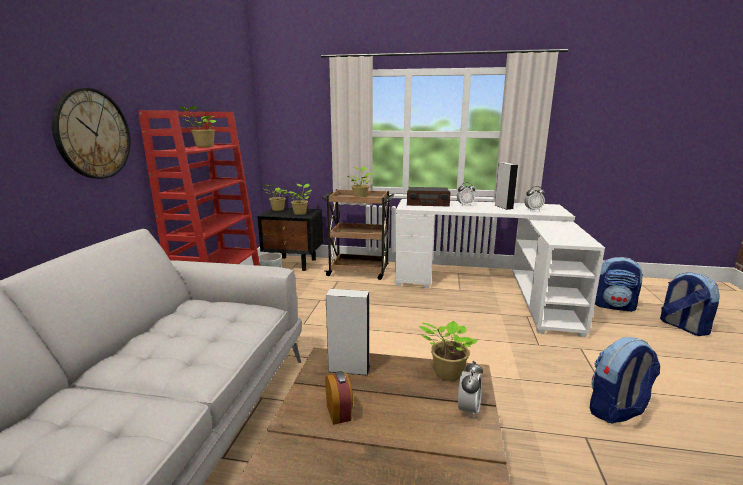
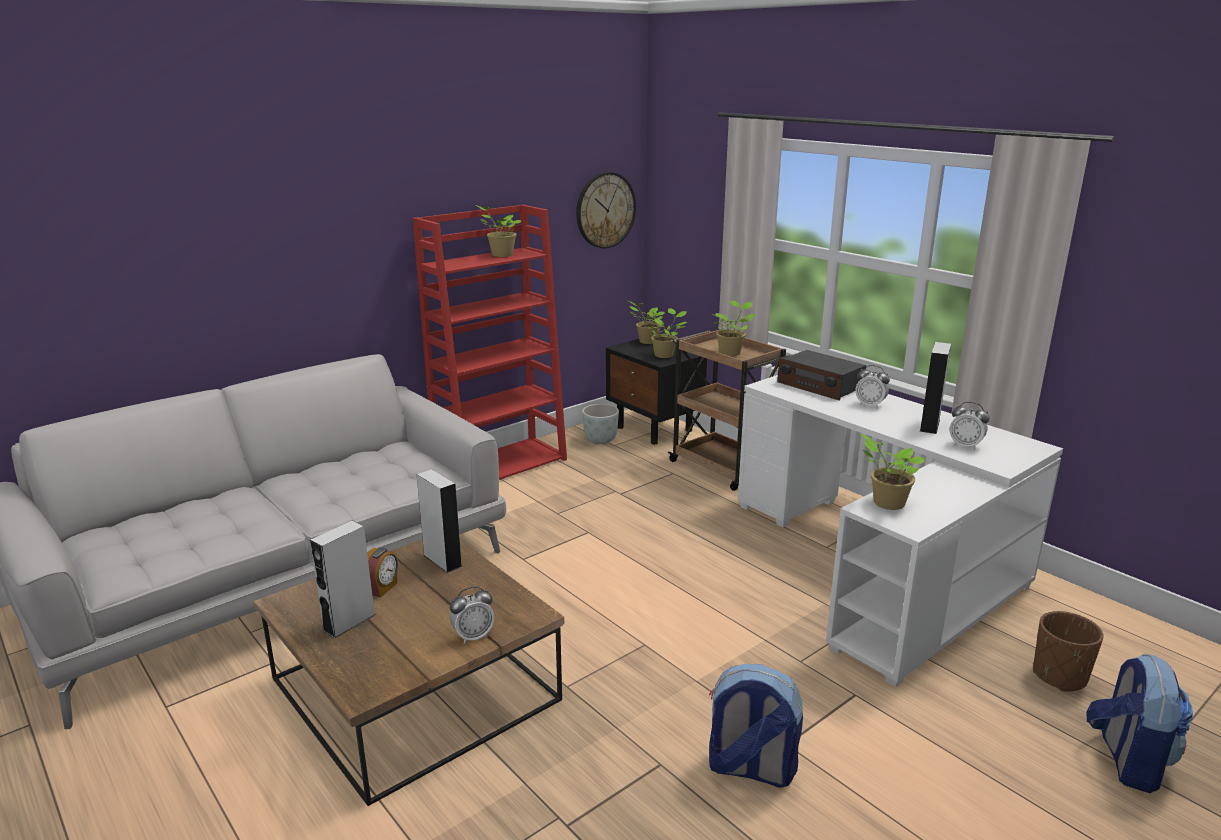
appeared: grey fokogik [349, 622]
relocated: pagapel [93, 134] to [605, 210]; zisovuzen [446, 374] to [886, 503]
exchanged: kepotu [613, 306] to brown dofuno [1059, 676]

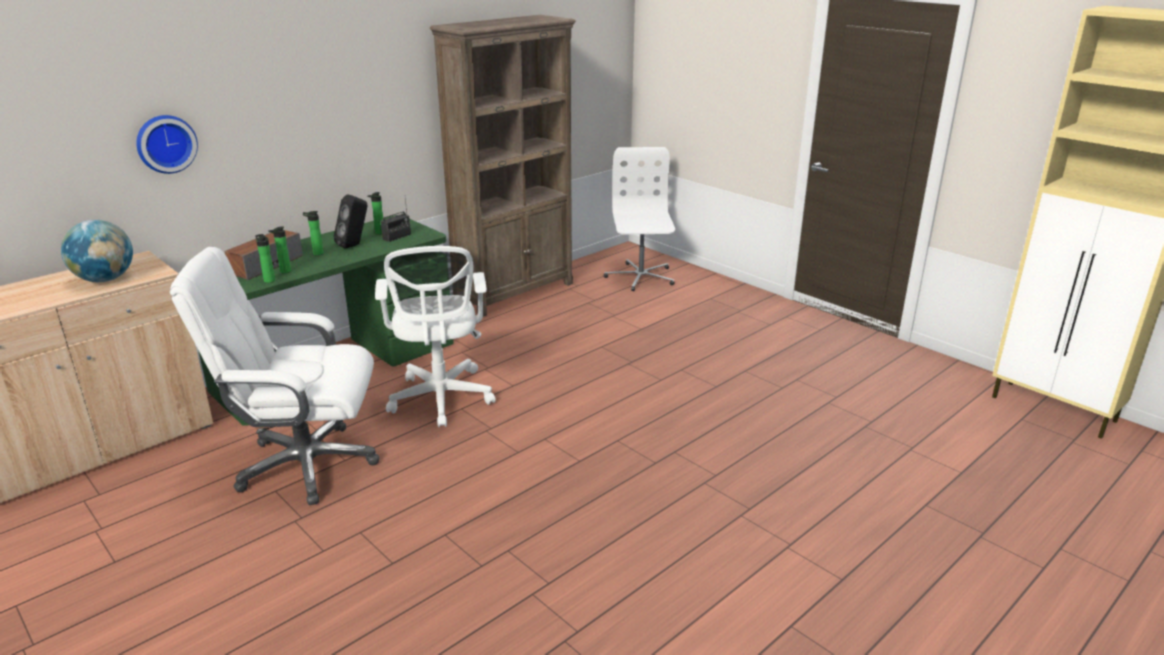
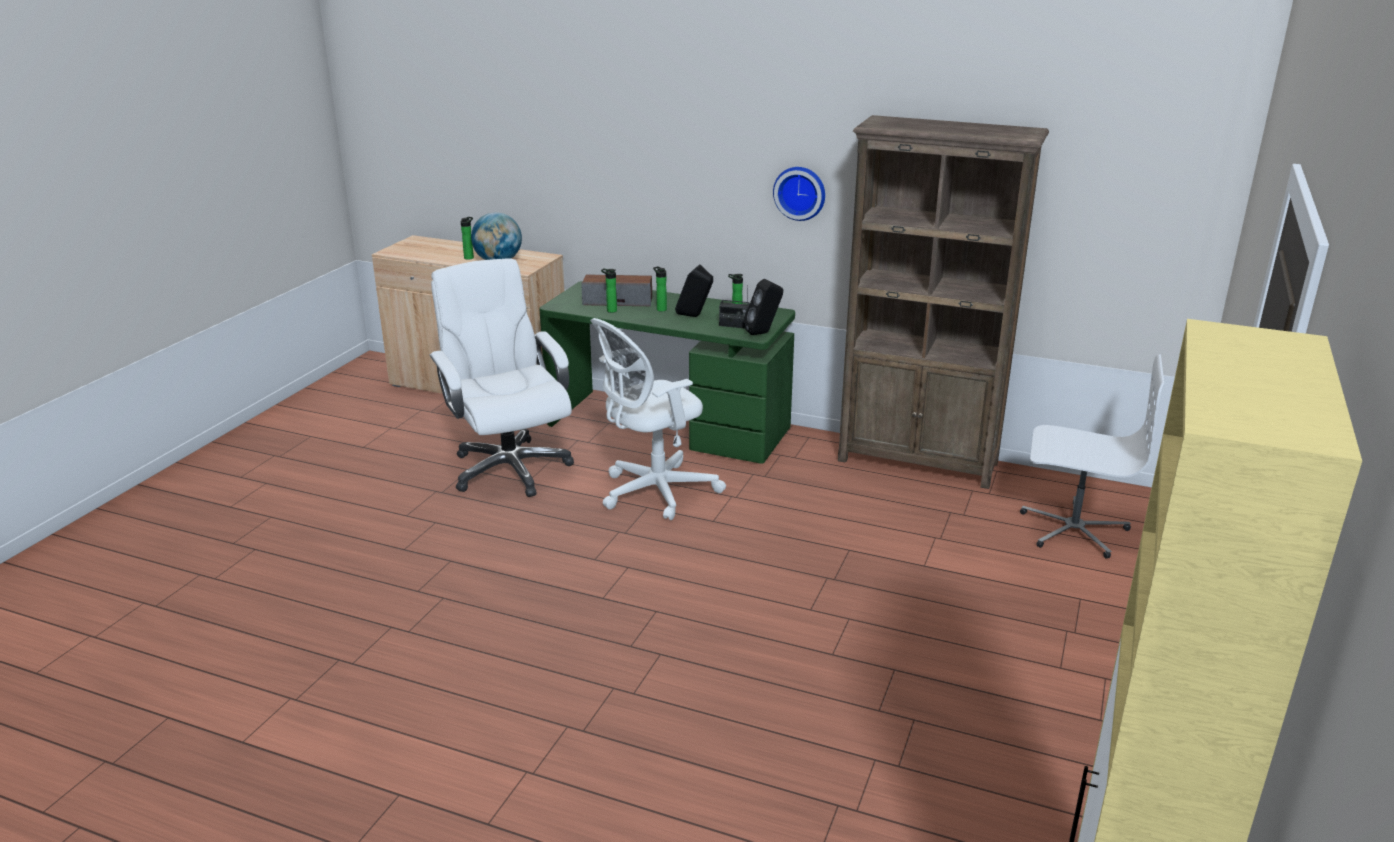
appeared: black fokogik [763, 333]
relocated: pagapel [165, 143] to [800, 192]; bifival [269, 280] to [470, 257]
spun: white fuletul [640, 277] = [1073, 529] 45 degrees clockwise

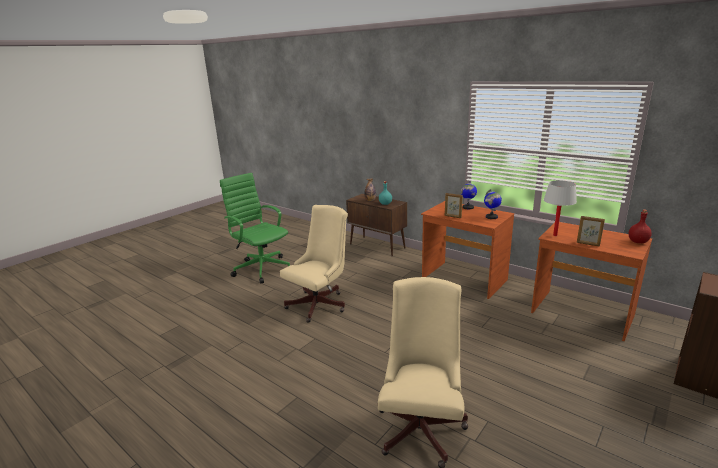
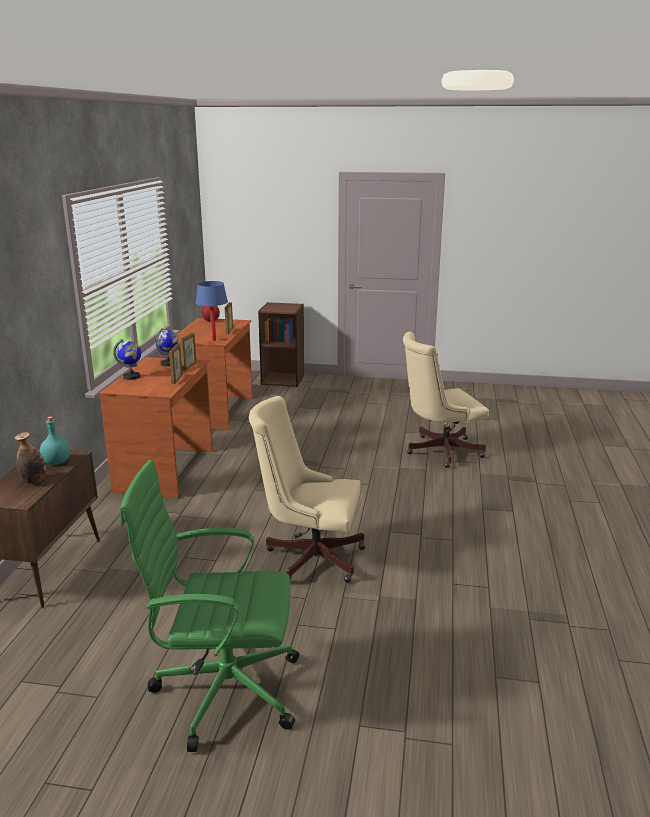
appeared: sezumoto [189, 367]
colour: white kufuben [555, 235] to blue kufuben [214, 340]
spun: green fuletul [262, 268] = [223, 690] 75 degrees clockwise

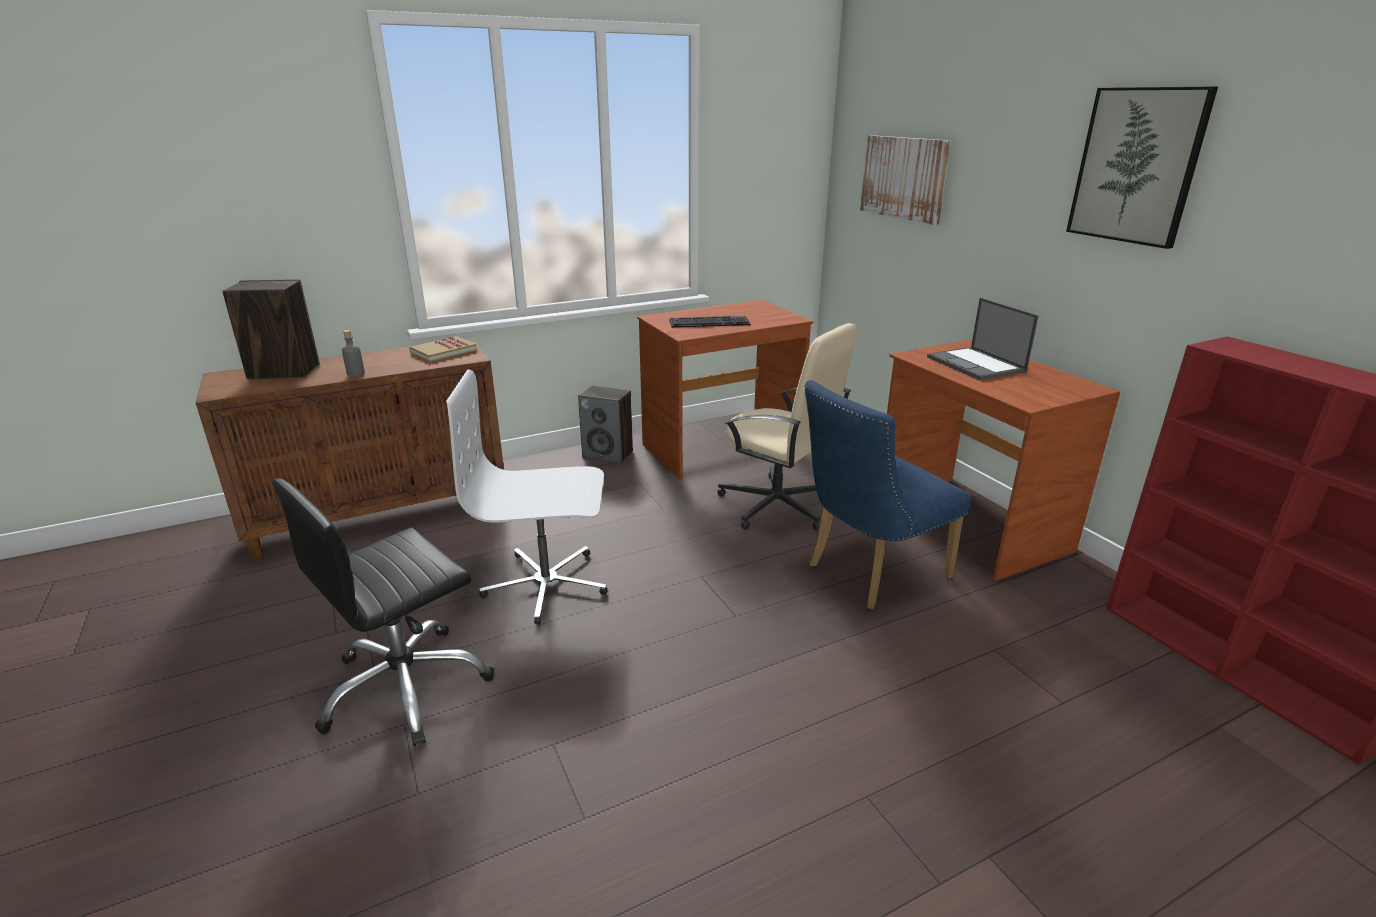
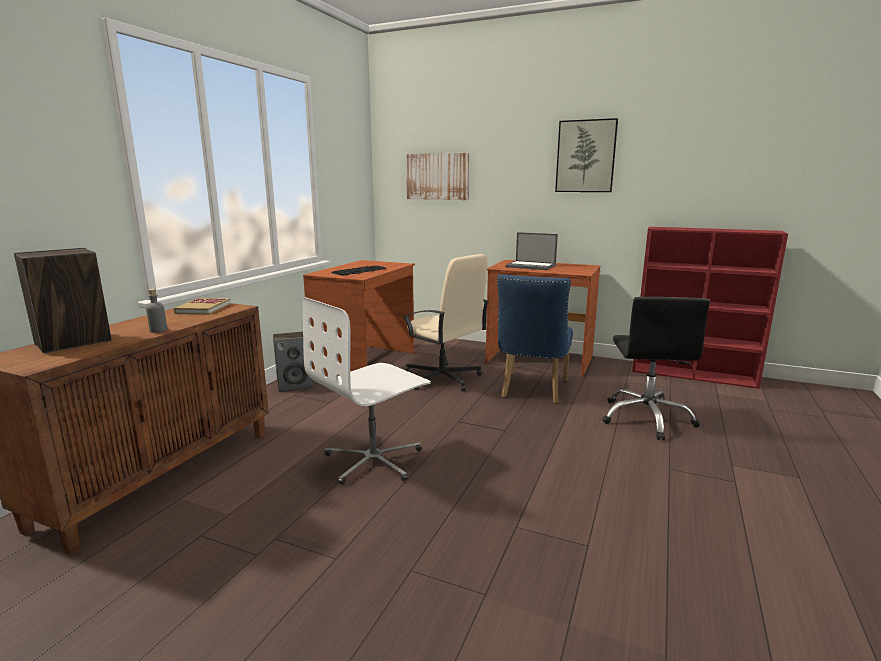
relocated: black fuletul [406, 687] to [646, 418]
spun: beige fuletul [777, 505] = [443, 378] 45 degrees clockwise

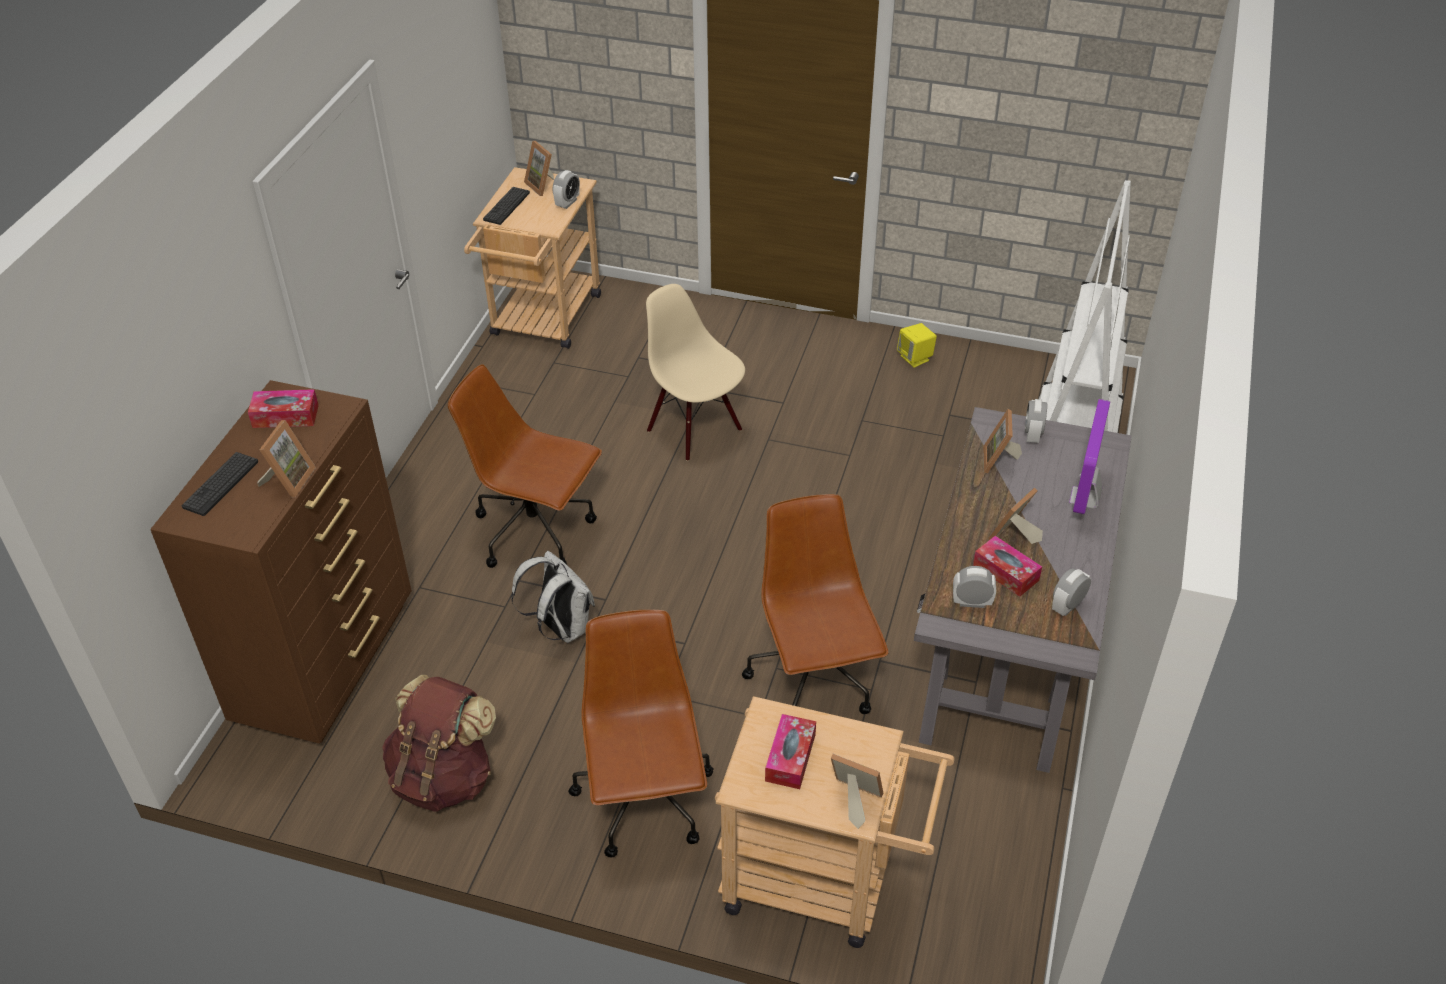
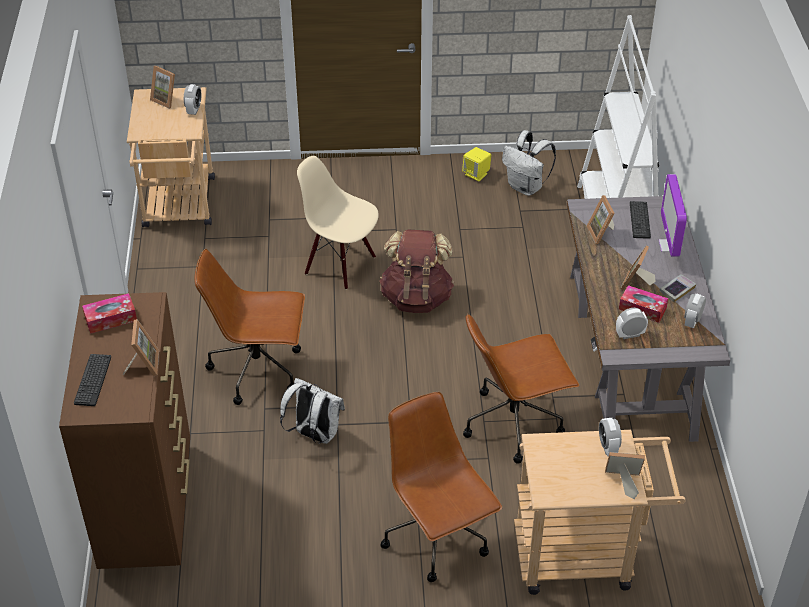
missing: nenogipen [790, 758]
appeared: white kepotu [526, 187]; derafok [677, 290]
relocated: brown kepotu [444, 776] to [417, 297]; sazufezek [506, 206] to [640, 220]; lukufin [1032, 435] to [608, 447]
spun: brown fuletul [814, 680] = [514, 422] 75 degrees counterclockwise

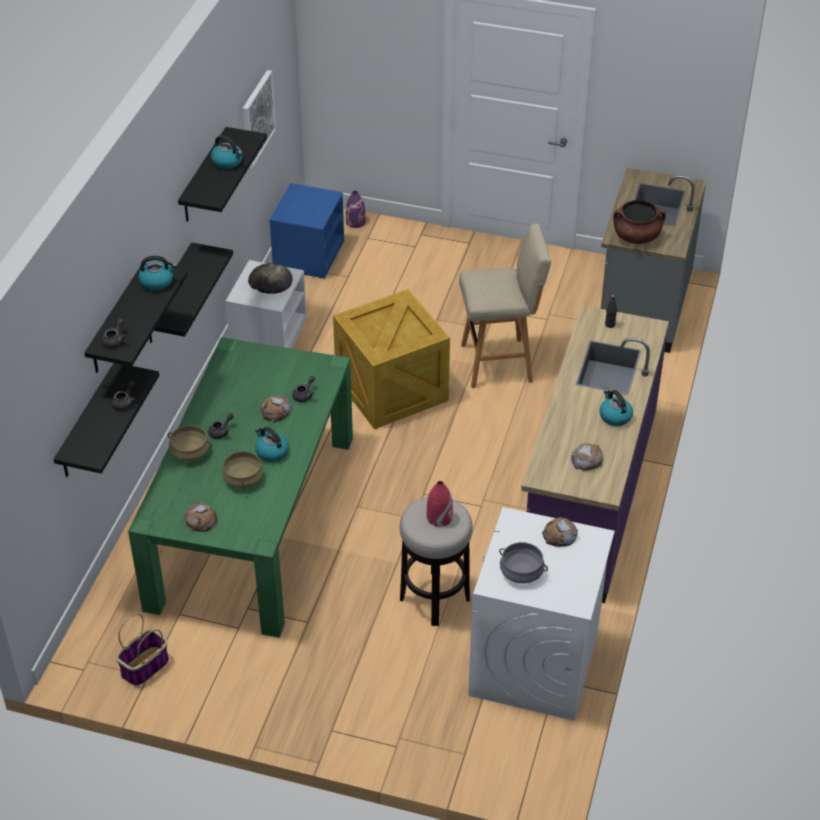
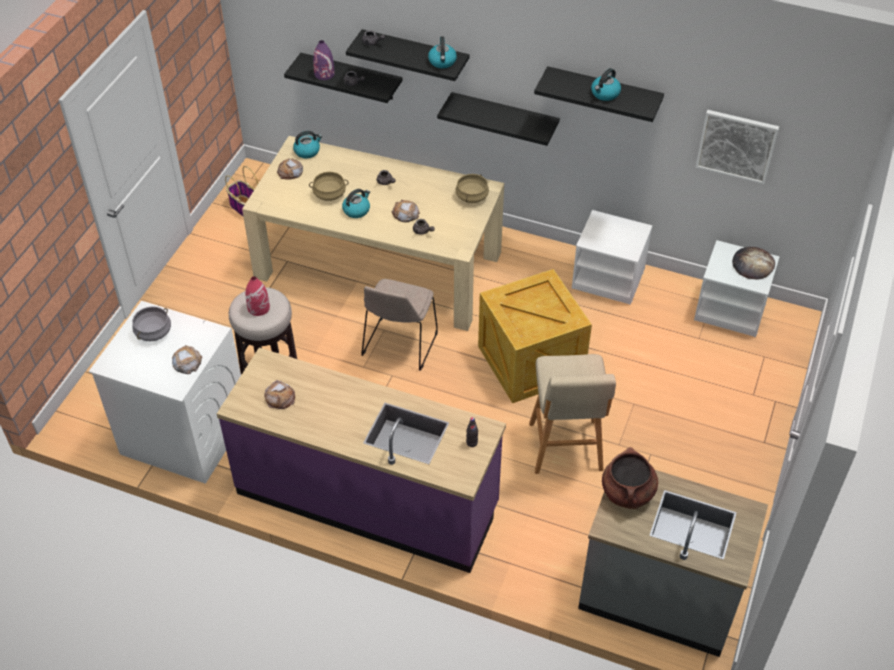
appeared: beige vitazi [399, 345]
relocated: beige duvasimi [190, 452] to [472, 196]; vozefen [270, 281] to [752, 265]; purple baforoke [355, 222] to [324, 74]; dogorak [614, 416] to [307, 151]
colour: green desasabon [253, 520] to beige desasabon [378, 265]; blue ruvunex [308, 255] to white ruvunex [731, 309]

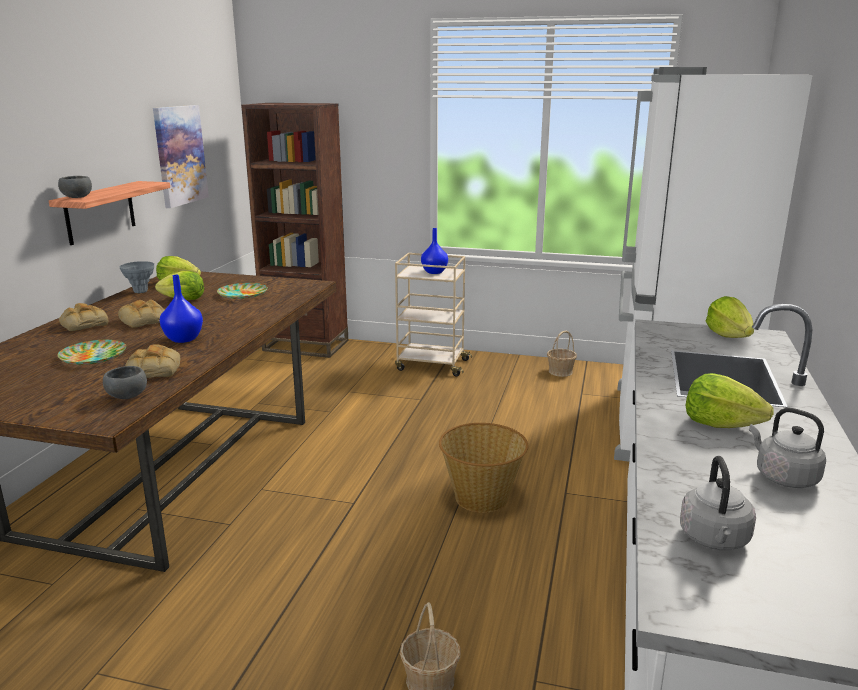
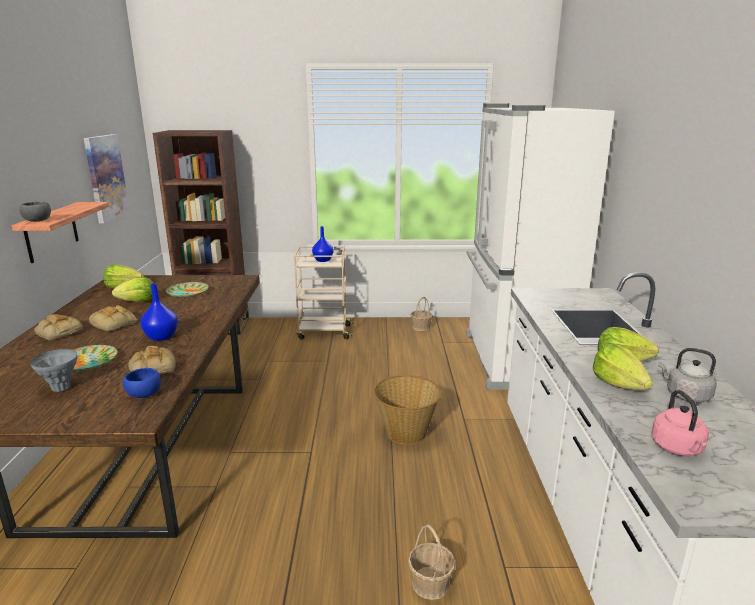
relocated: grey baforoke [140, 291] to [61, 388]; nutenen [729, 336] to [618, 384]
colour: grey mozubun [127, 397] to blue mozubun [144, 395]; grey dogorak [714, 540] to pink dogorak [678, 449]

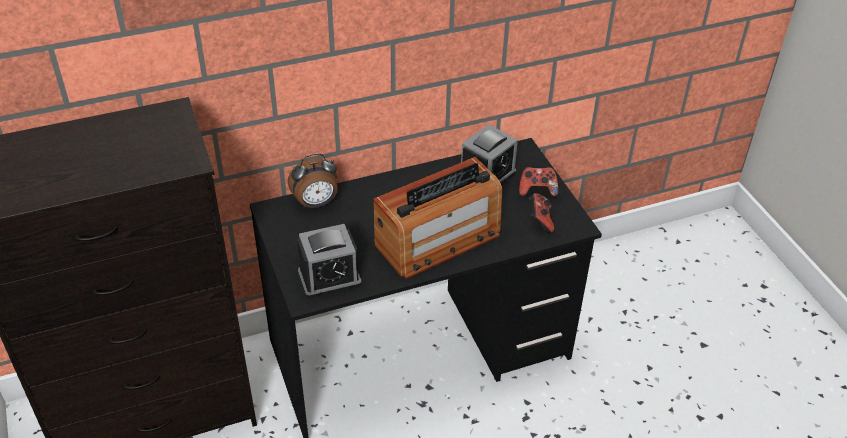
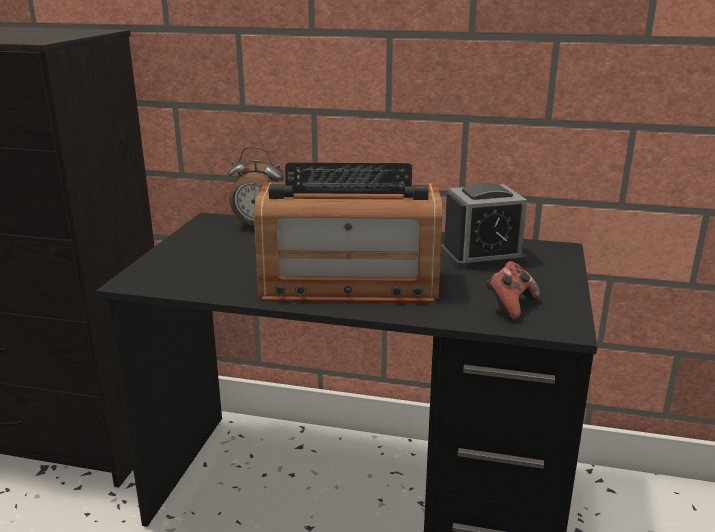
missing: lukufin [329, 278]; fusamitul [537, 190]

